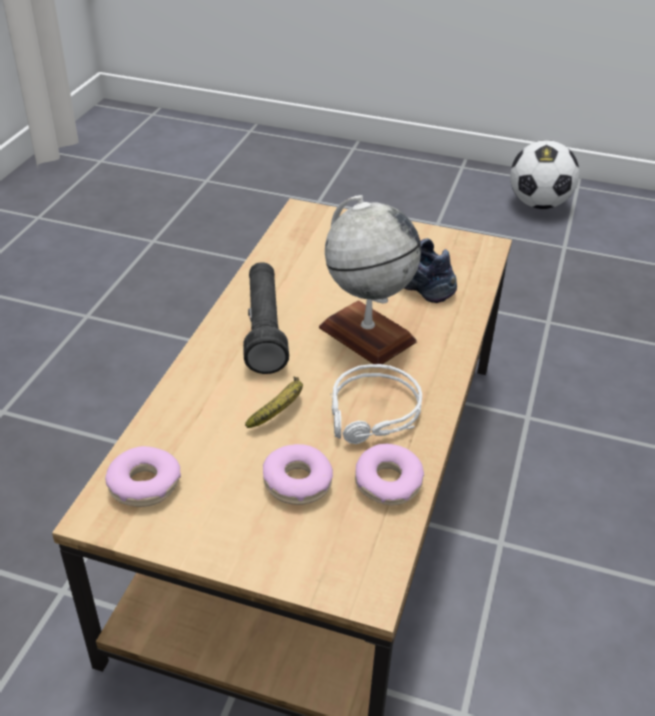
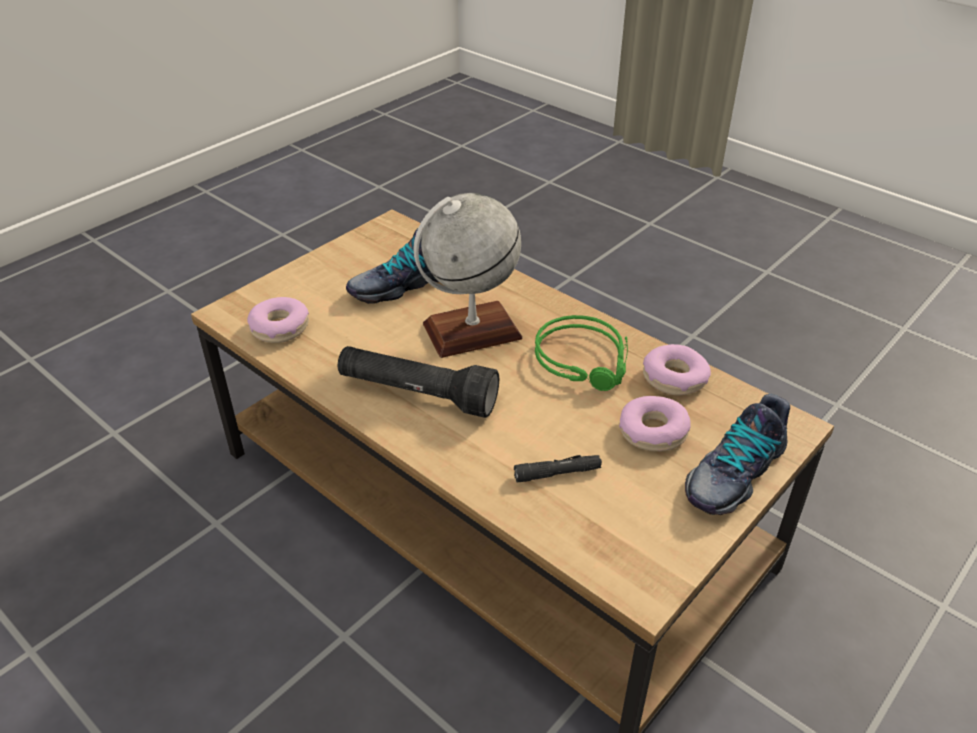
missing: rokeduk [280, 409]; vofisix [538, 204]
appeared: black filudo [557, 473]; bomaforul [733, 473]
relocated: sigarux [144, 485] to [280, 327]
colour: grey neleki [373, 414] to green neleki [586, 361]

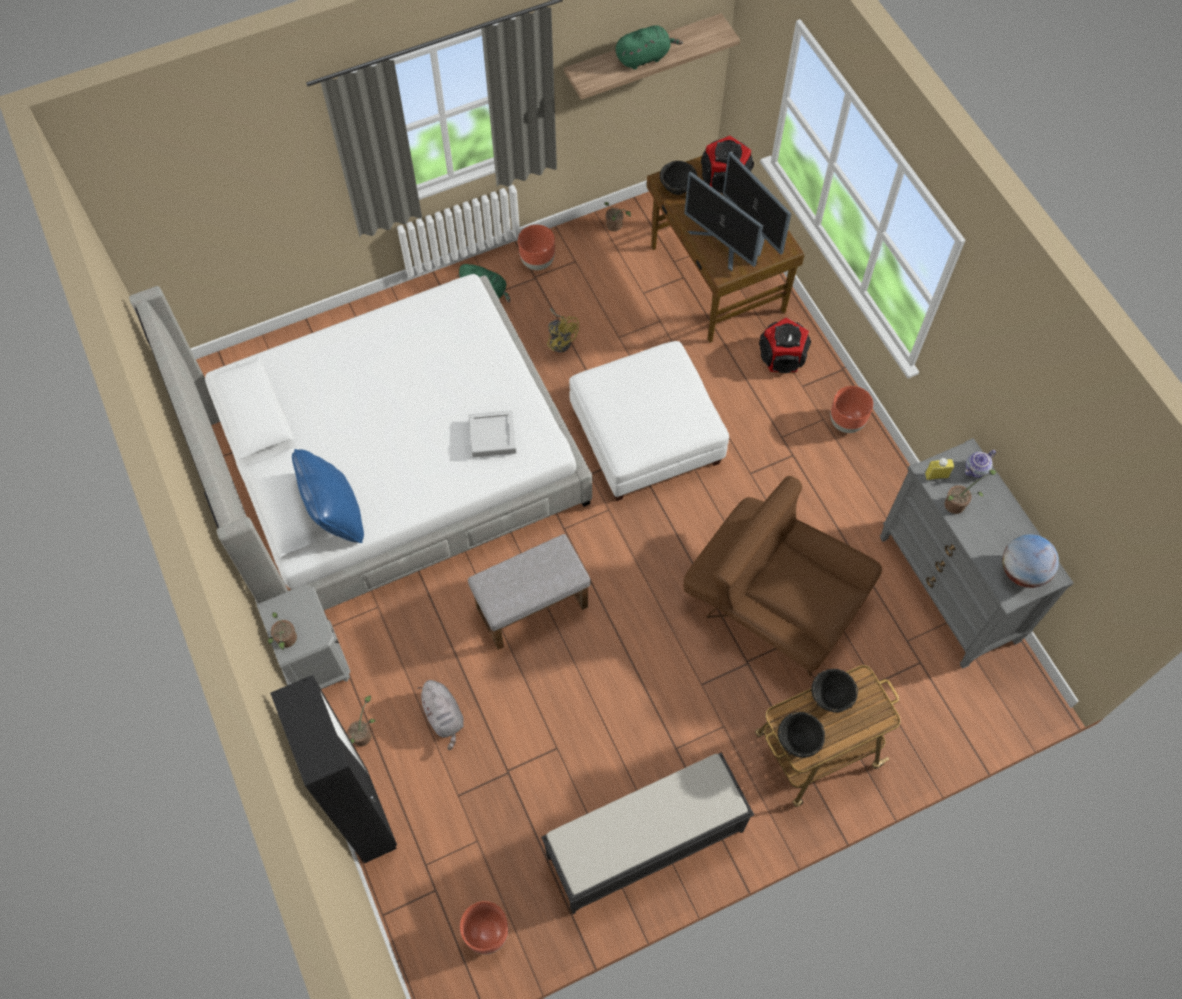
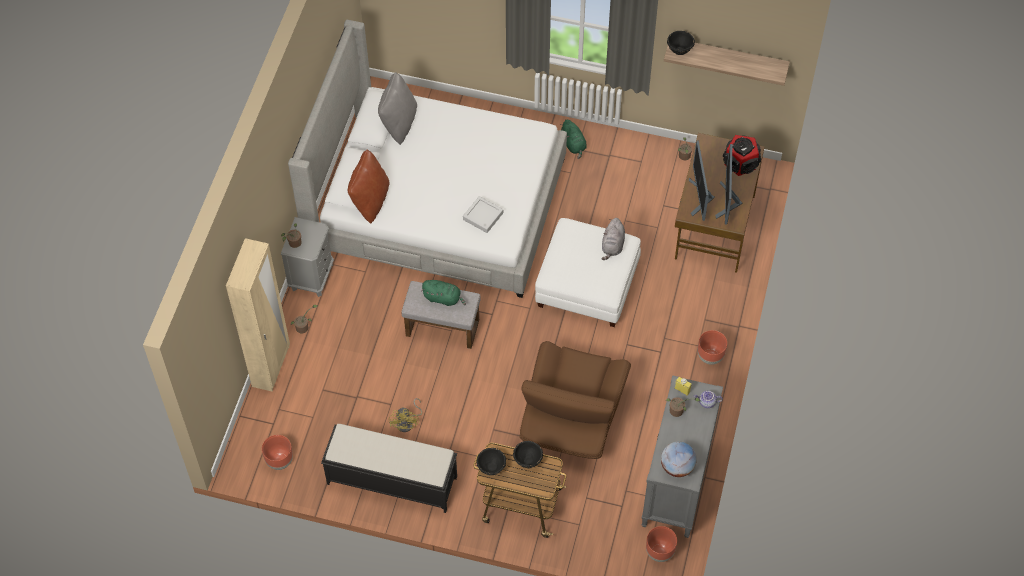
missing: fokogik [782, 356]
appeared: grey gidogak [399, 123]
relocated: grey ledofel [444, 716] to [612, 245]; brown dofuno [537, 261] to [659, 552]; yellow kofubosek [561, 339] to [407, 423]; green ledofel [644, 57] to [443, 298]; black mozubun [677, 188] to [679, 50]
colour: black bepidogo [367, 817] to beige bepidogo [271, 366]; blue gidogak [336, 515] to brown gidogak [370, 201]
spun: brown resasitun [773, 602] = [572, 418] 150 degrees counterclockwise

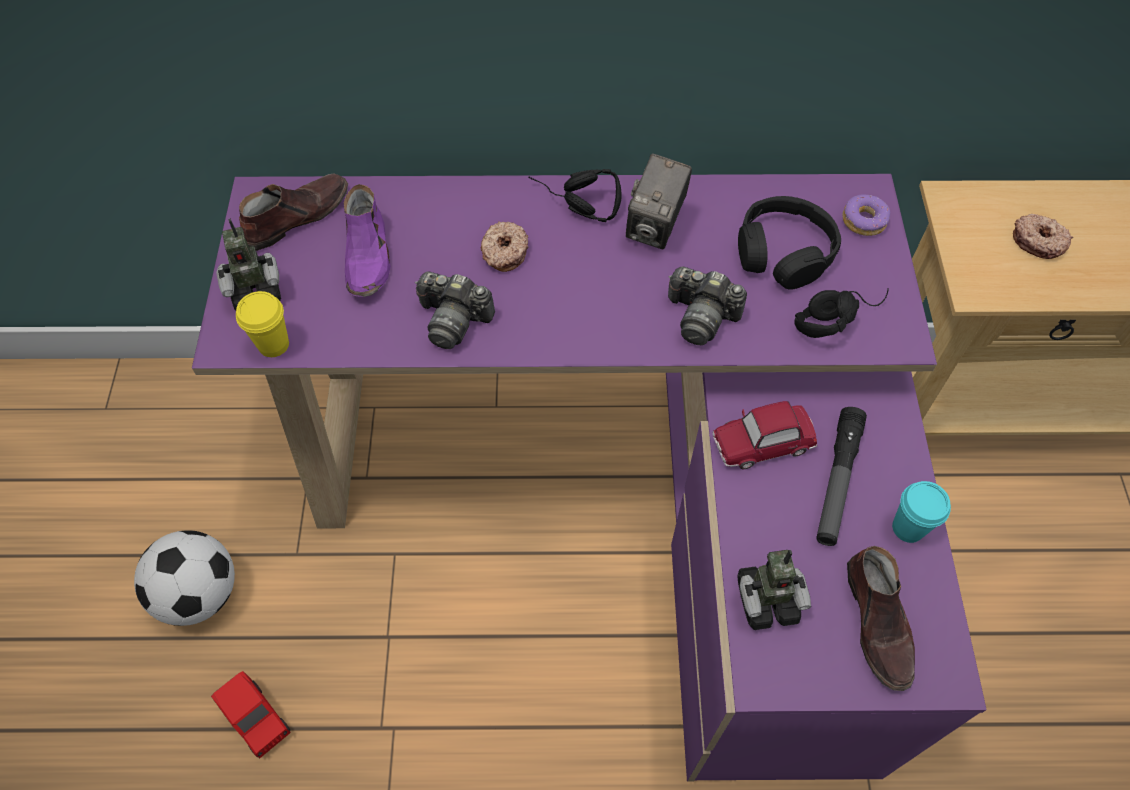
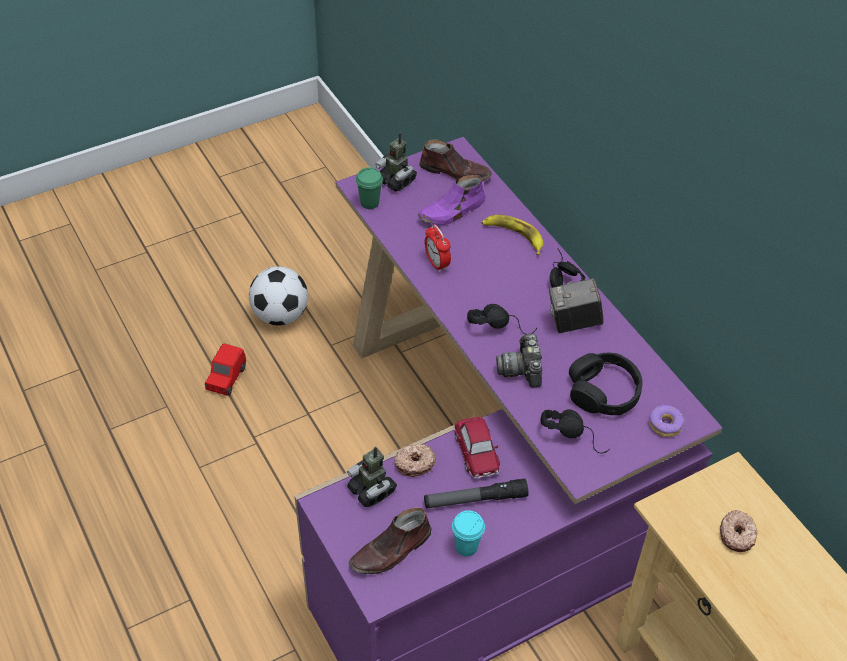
appeared: black neleki [500, 325]; rokeduk [513, 236]
relocated: sigarux [504, 252] to [414, 463]
exchanged: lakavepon [453, 320] to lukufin [437, 264]
colour: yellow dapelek [273, 345] to green dapelek [369, 203]
spun: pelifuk [762, 442] = [477, 452] 150 degrees counterclockwise

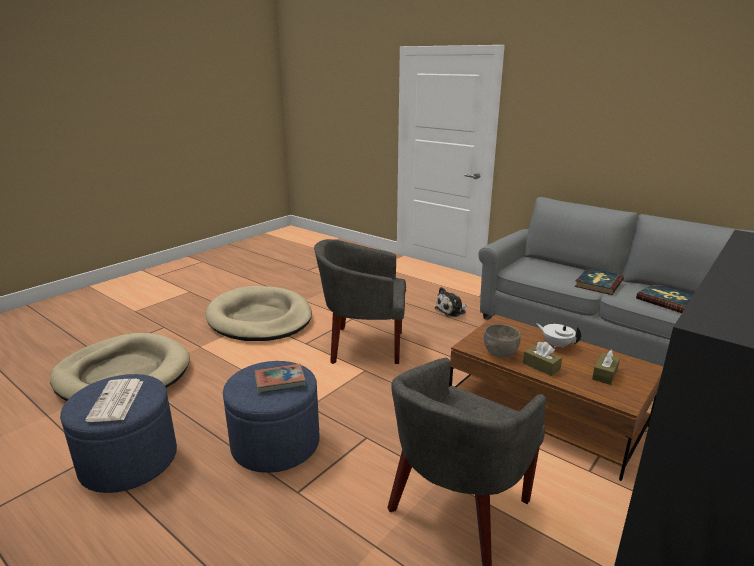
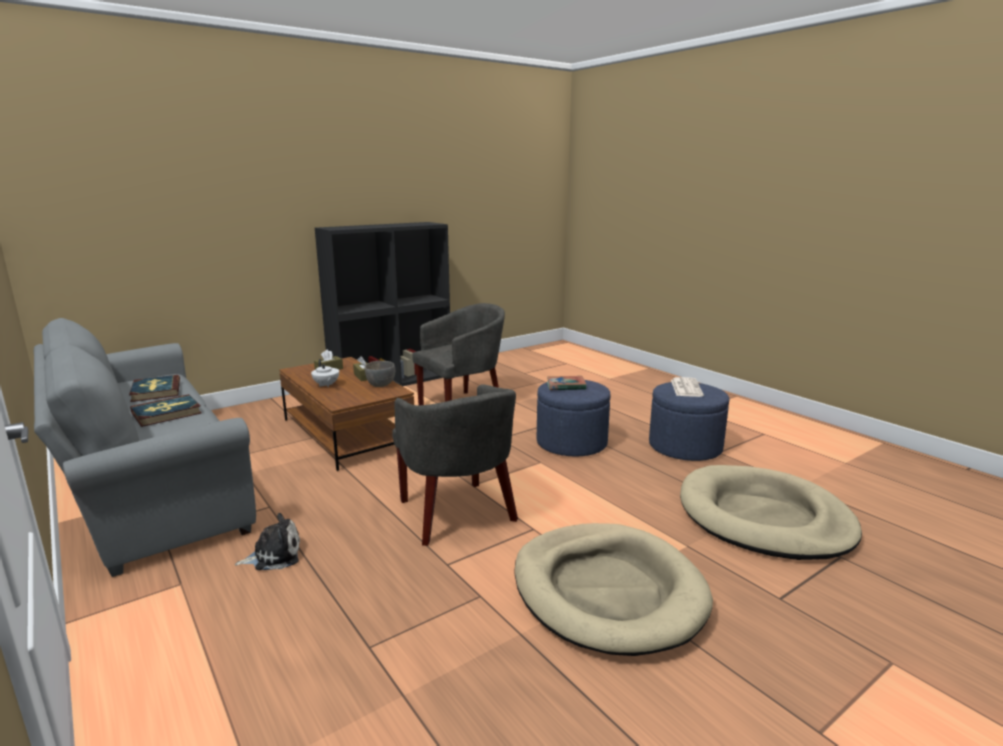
spun: grey resasitun [363, 345] = [457, 514] 45 degrees clockwise

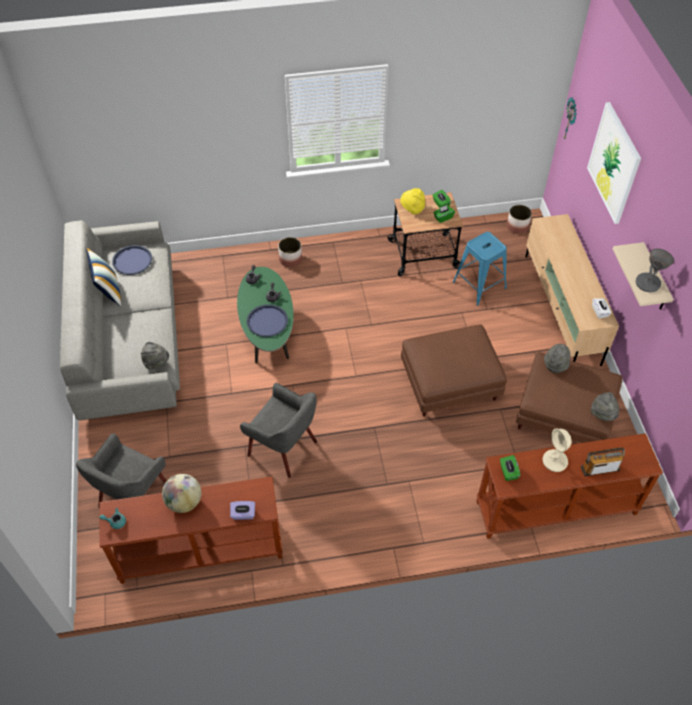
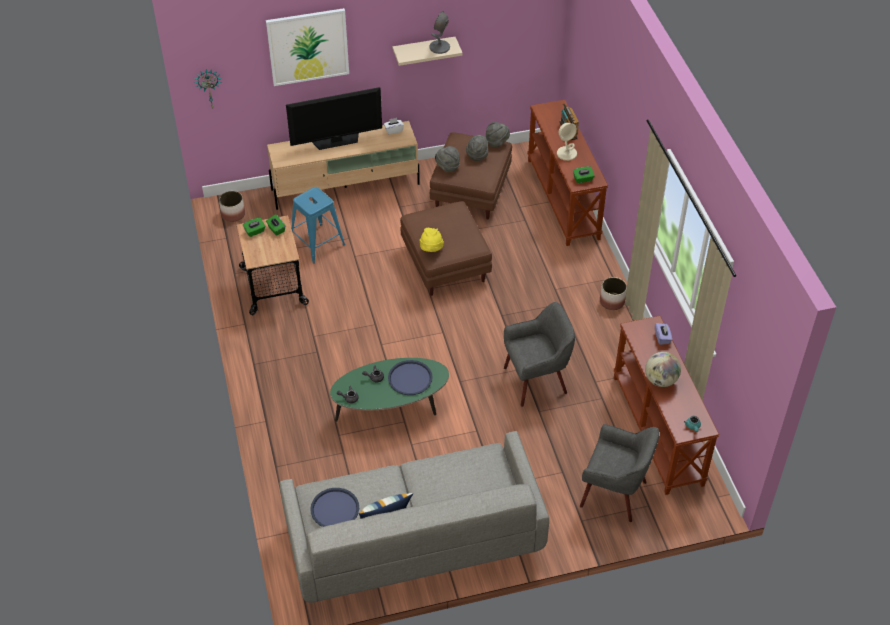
appeared: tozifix [336, 140]
relocated: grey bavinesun [156, 363] to [477, 155]; dofuno [290, 260] to [612, 301]; yellow bavinesun [412, 209] to [431, 249]
spun: grey resasitun [283, 448] = [536, 381] 45 degrees clockwise

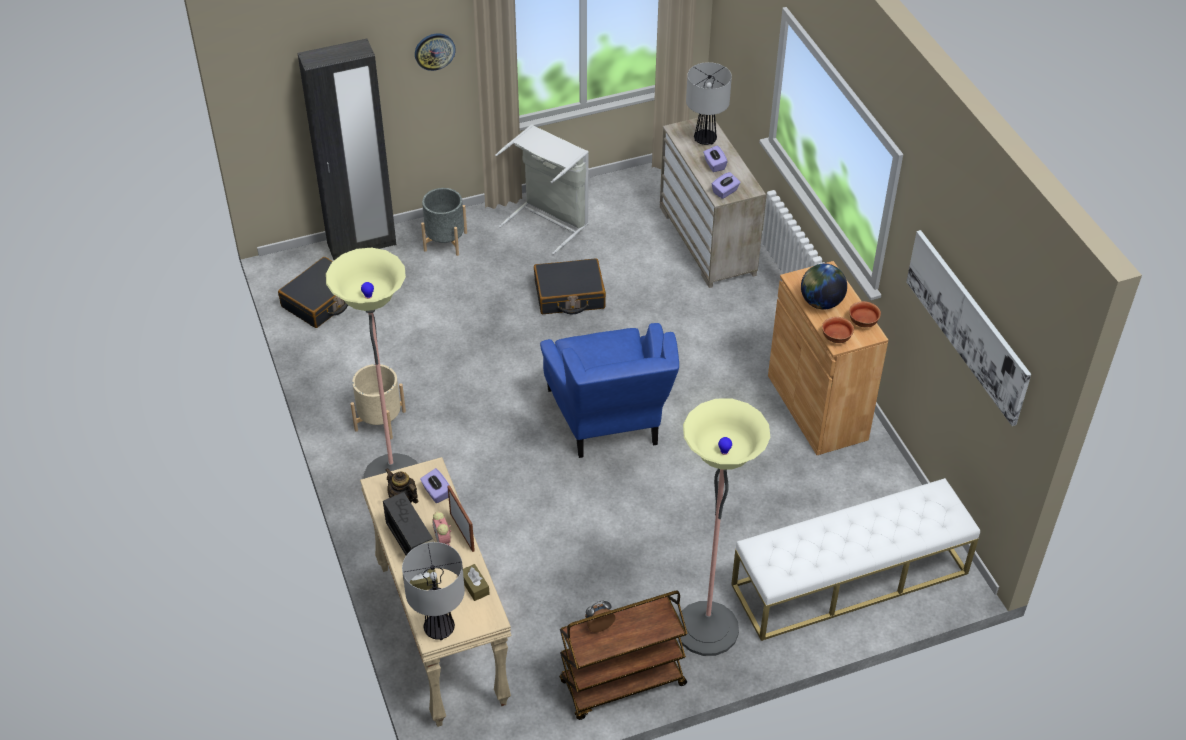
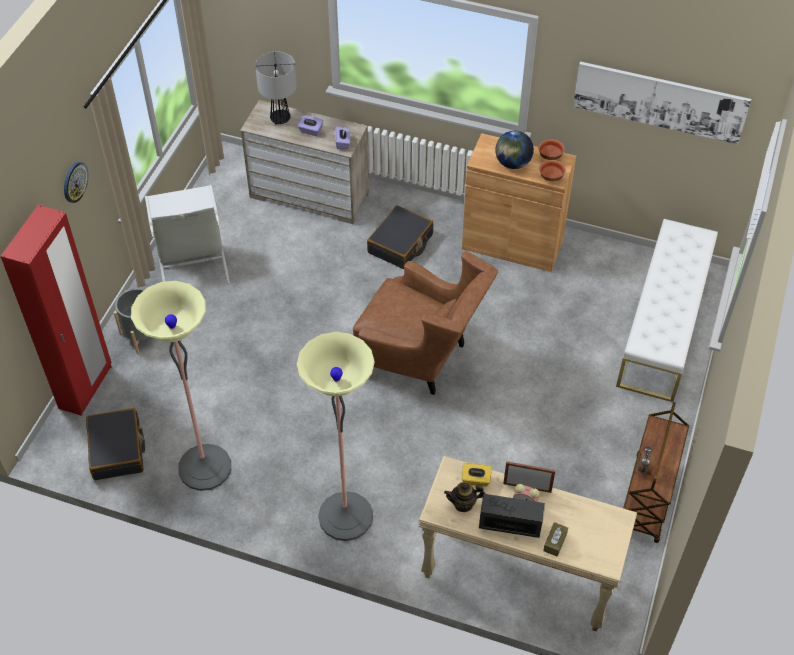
missing: beige dofuno [380, 420]; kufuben [439, 628]; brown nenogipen [474, 586]
relocated: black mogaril [569, 295] to [400, 244]; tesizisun [706, 629] to [205, 467]
colour: black bepidogo [362, 245] to red bepidogo [86, 387]; purple nenogipen [436, 492] to yellow nenogipen [475, 480]; blue resasitun [610, 424] to brown resasitun [420, 358]

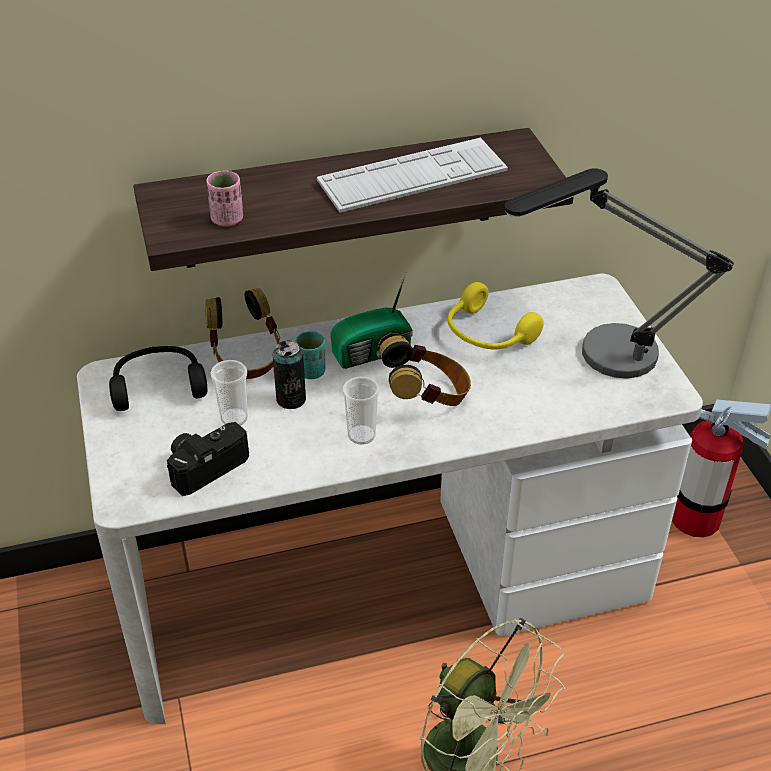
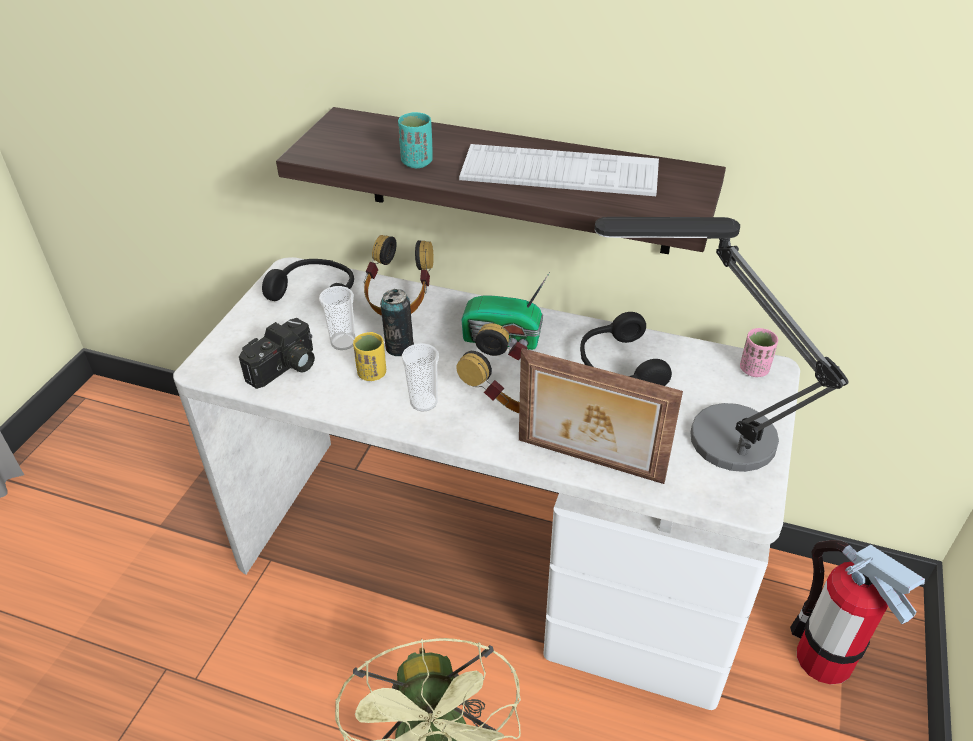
appeared: yellow dapelek [372, 373]; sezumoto [589, 462]
relocated: pink dapelek [227, 219] to [754, 369]; turquoise dapelek [311, 372] to [417, 162]
colour: yellow neleki [487, 334] to black neleki [618, 366]
spun: lakavepon [205, 465] = [285, 368] 135 degrees clockwise

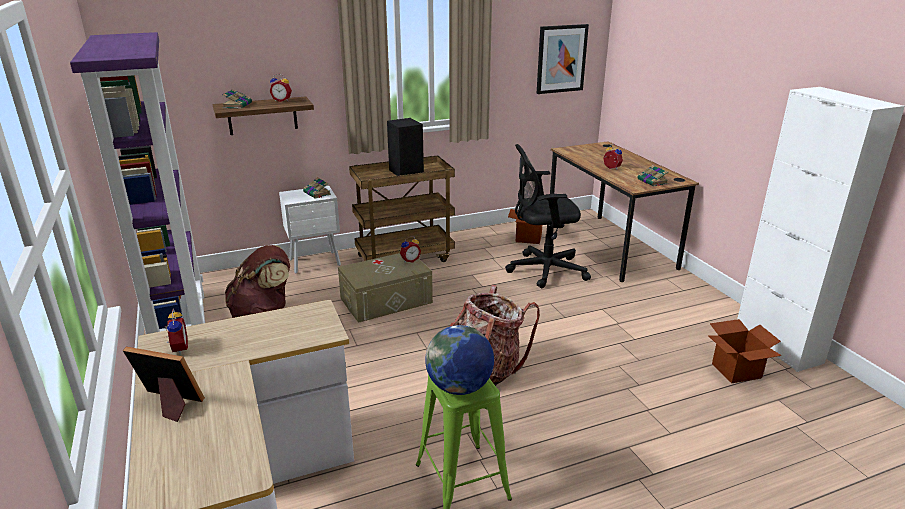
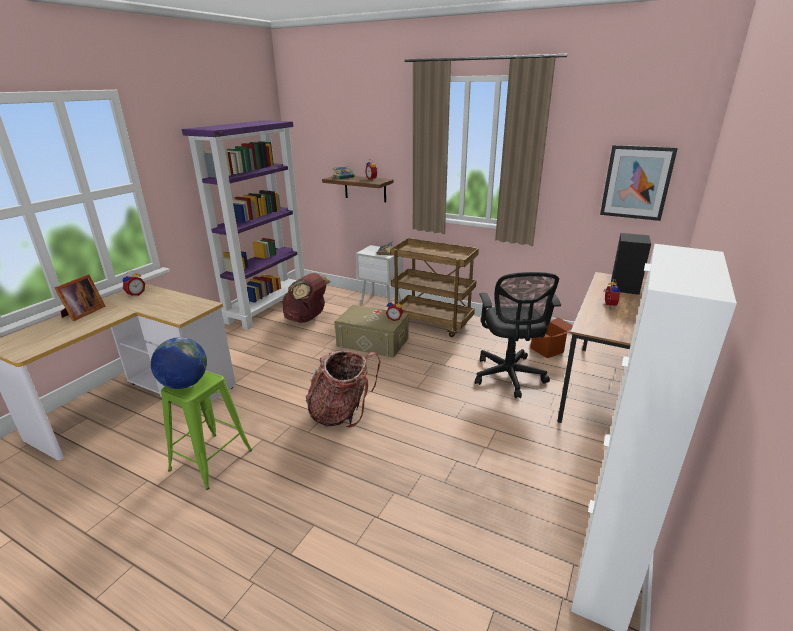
missing: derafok [652, 182]; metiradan [736, 371]
relocated: black fokogik [406, 172] to [624, 287]
spun: sezumoto [169, 404] = [82, 313] 45 degrees clockwise; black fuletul [543, 270] = [509, 377] 135 degrees counterclockwise

